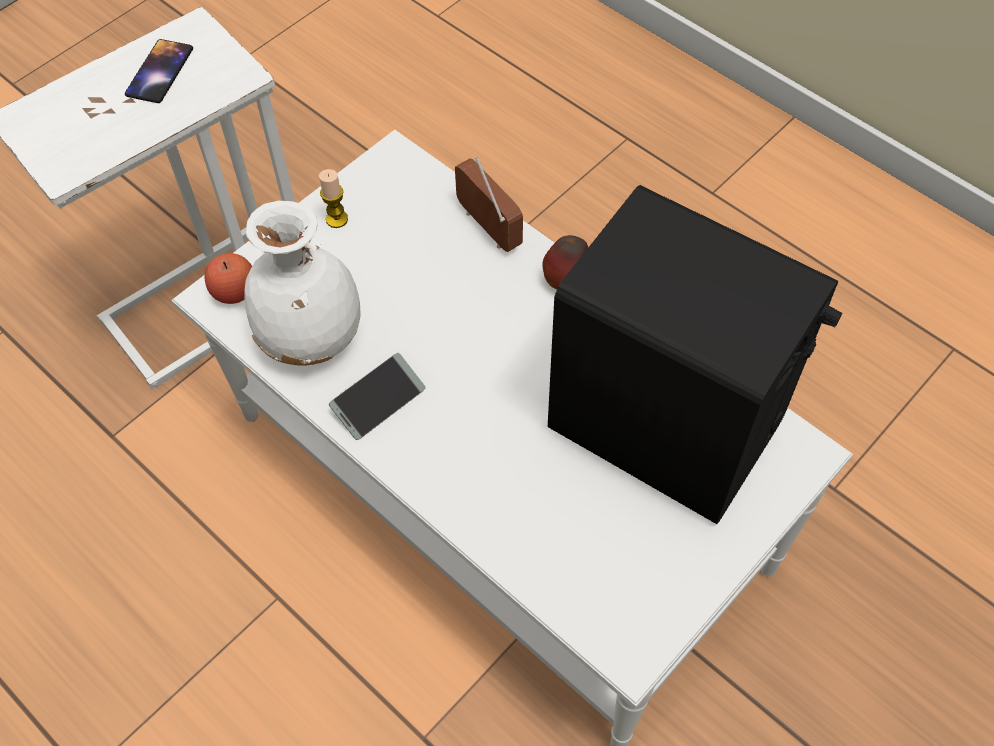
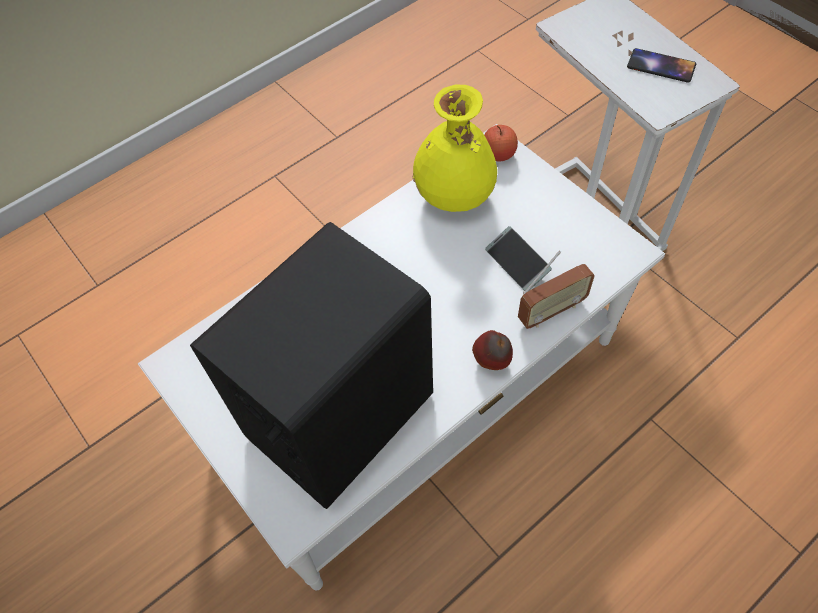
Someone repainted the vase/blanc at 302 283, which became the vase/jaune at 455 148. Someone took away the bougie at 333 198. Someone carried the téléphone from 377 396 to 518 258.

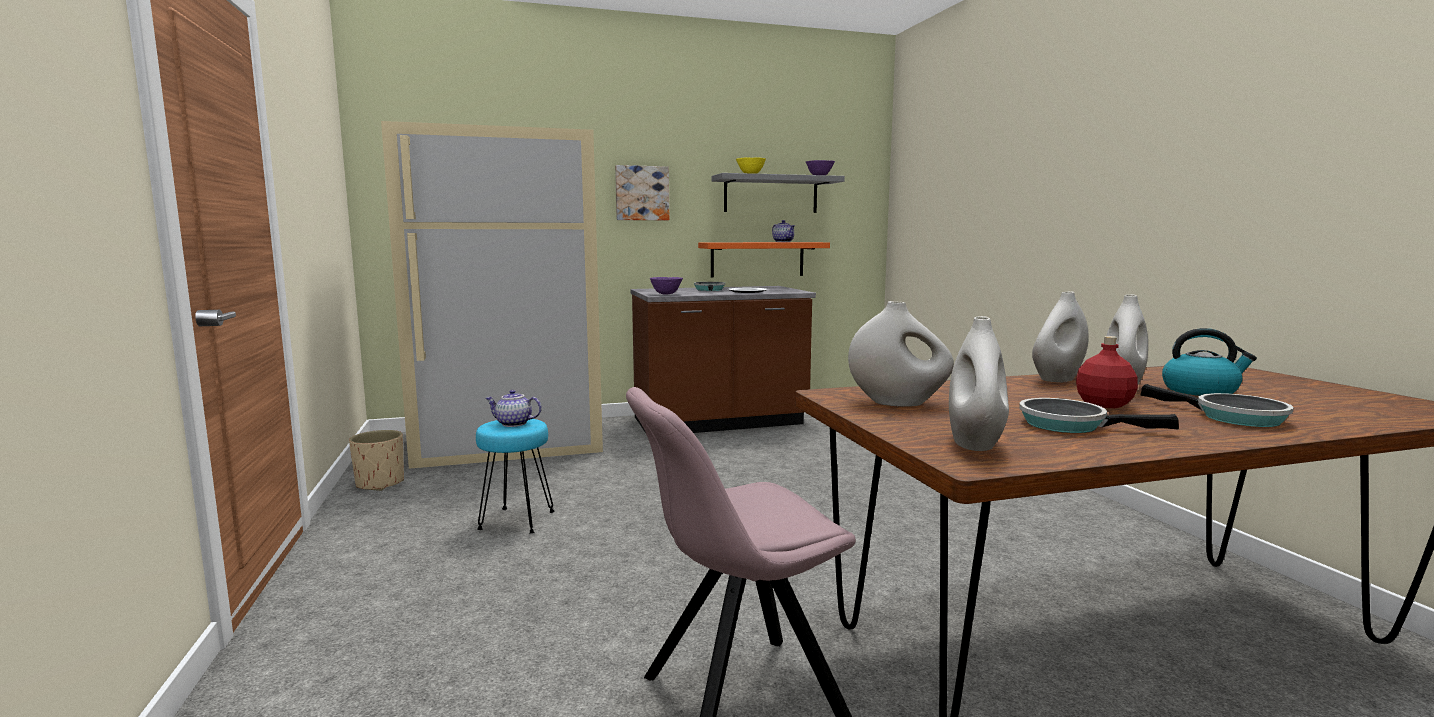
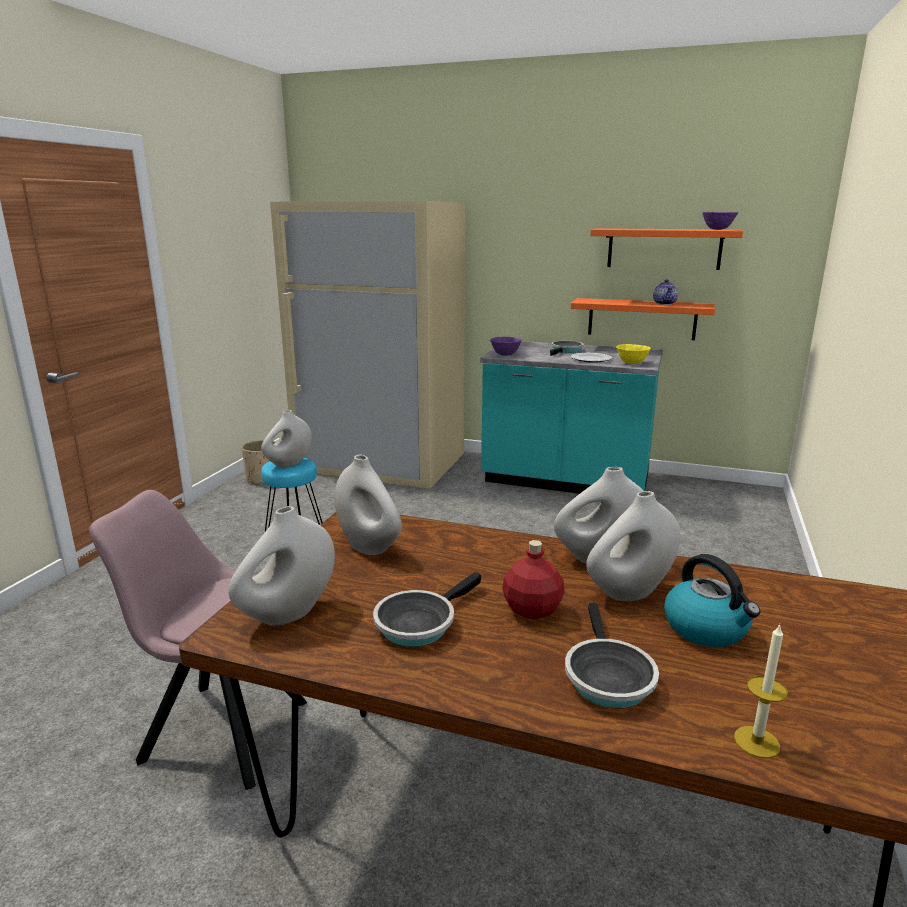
Someone swapped the théière at 513 408 for the vase/blanc at 286 438. Someone took away the tableau at 642 192. Someone repainted the comptoir de cuisine/marron at 723 359, which became the comptoir de cuisine/turquoise at 571 417. Someone repainted the étagère/gris at 778 193, which became the étagère/orange at 666 249. Someone carried the bol/jaune from 751 165 to 633 354. Someone rotated the poêle at 1099 415 by 105 degrees counterclockwise. Someone put down the bougie at 761 691.

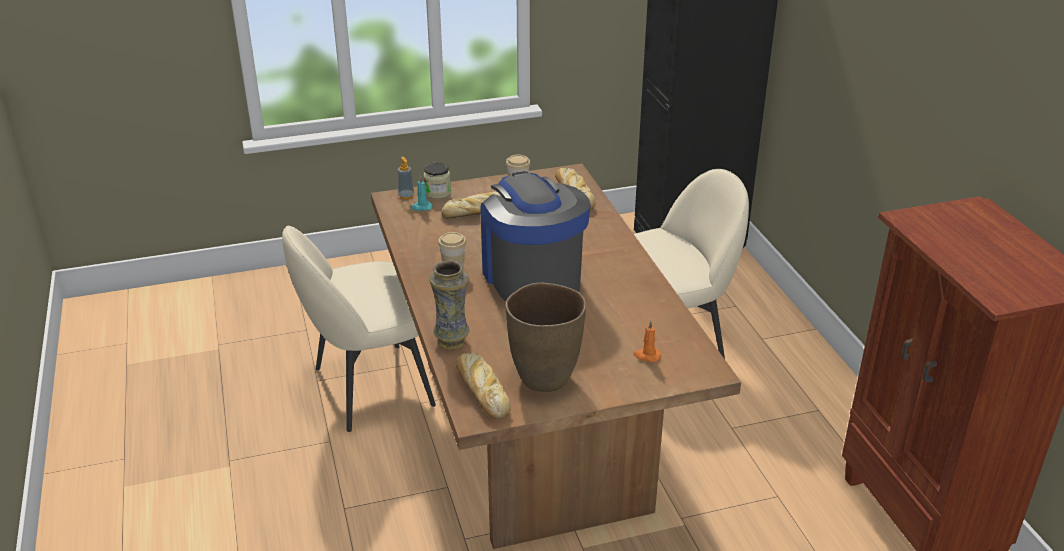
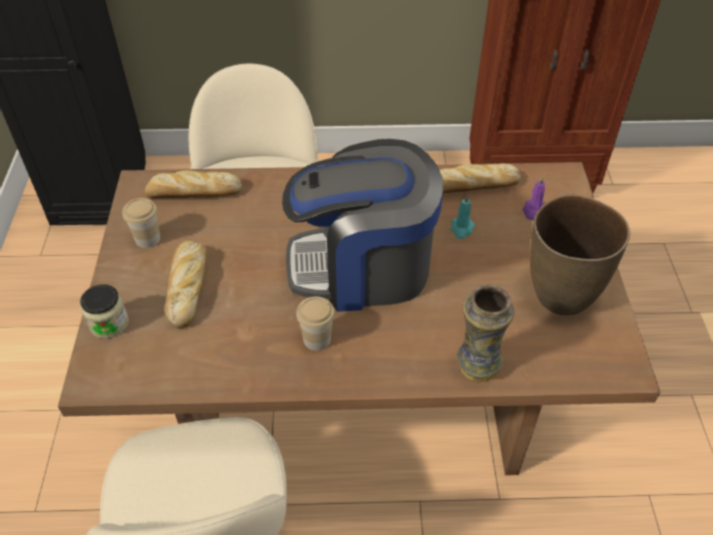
Someone took away the distributeur de savon at 405 178. Someone carried the bougie/turquoise from 422 193 to 463 217. Someone carried the pain from 483 386 to 480 178. Someone repainted the bougie/orange at 647 341, which became the bougie/violet at 534 198.

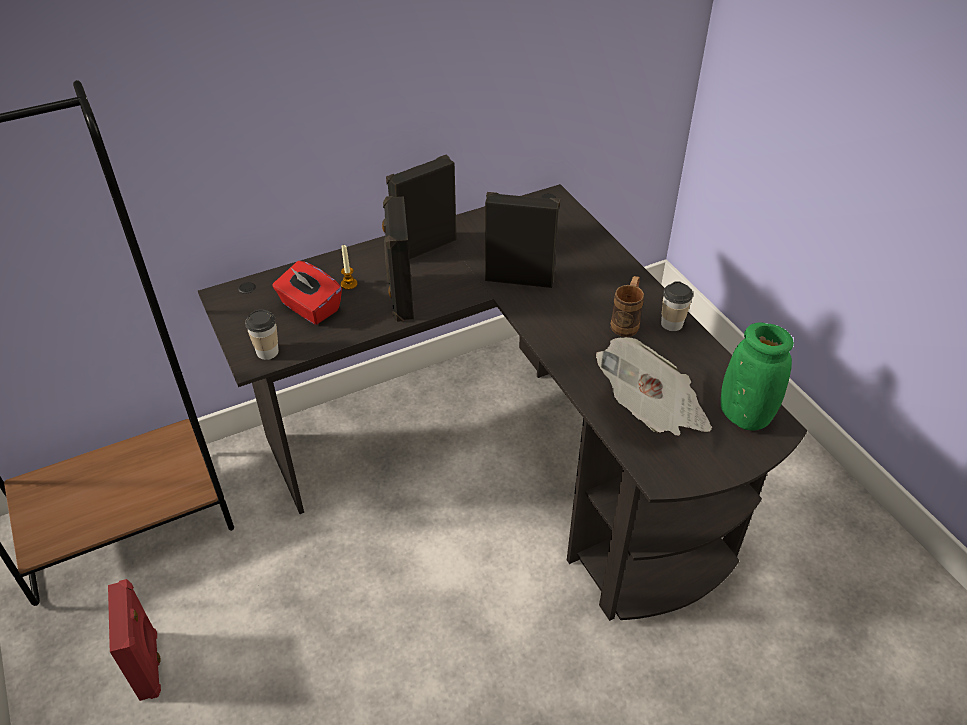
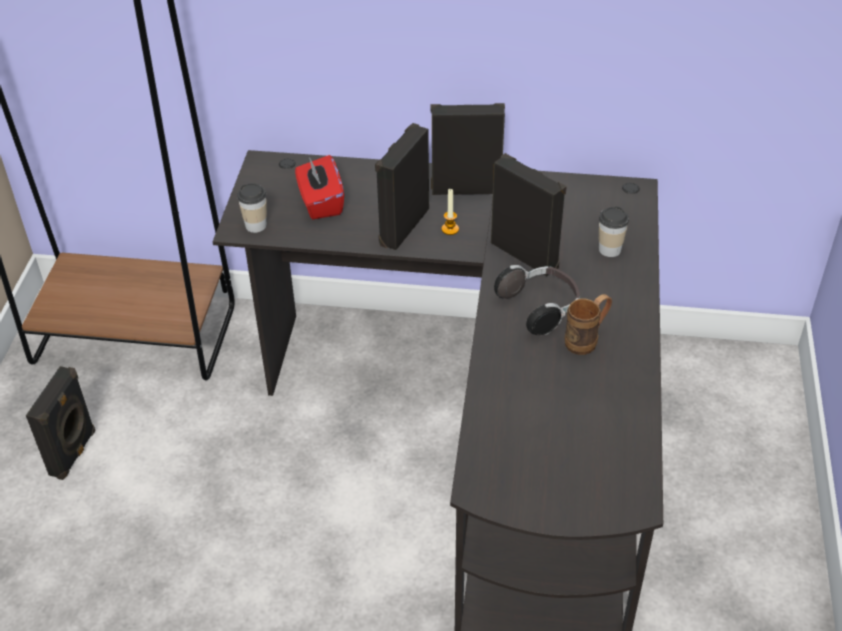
Someone repainted the enceinte/rouge at 134 640, which became the enceinte/noir at 61 423. Someone carried the bougie from 349 267 to 450 211. Someone took away the journal at 654 386. Someone carried the tasse from 677 306 to 614 231. Someone took away the vase/vert at 757 376. Someone put down the casque audio at 537 300.

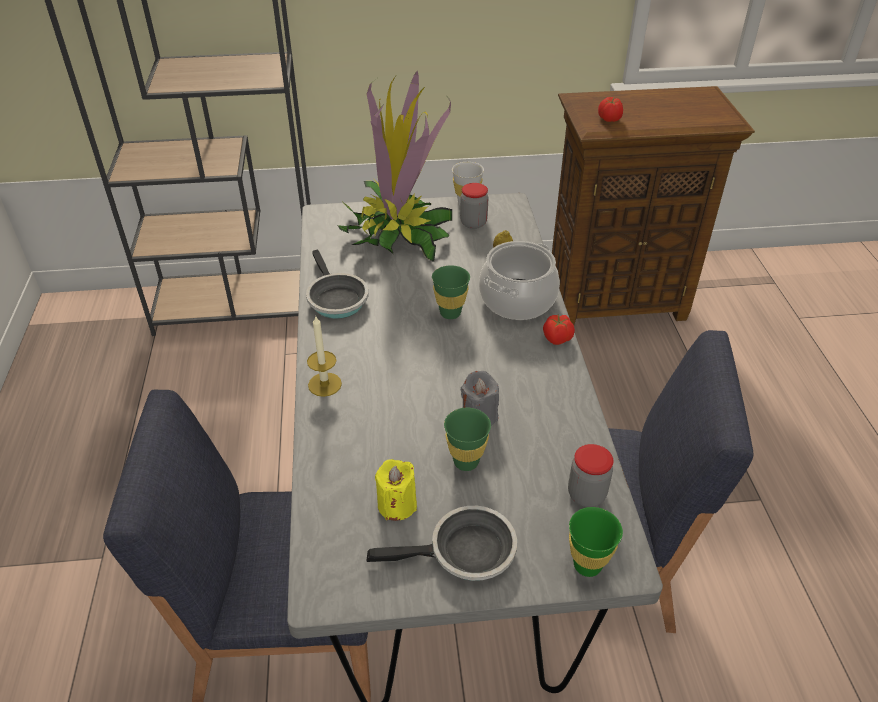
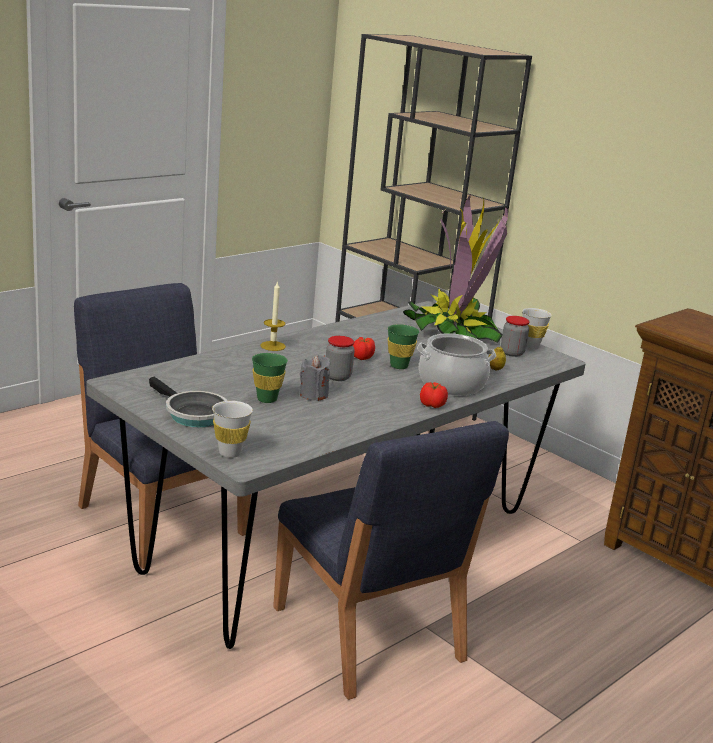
Someone took away the poêle at 337 284. Someone took away the bougie/jaune at 396 490. Someone carried the bocal from 590 475 to 340 358. Someone repainted the tasse/vert at 596 542, which became the tasse/blanc at 232 429. Someone carried the tomate from 610 109 to 363 348.

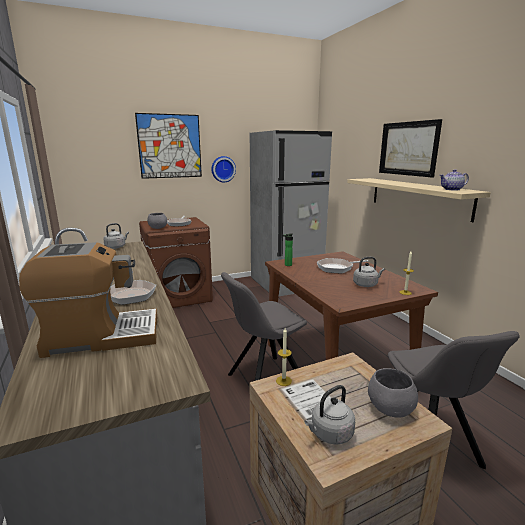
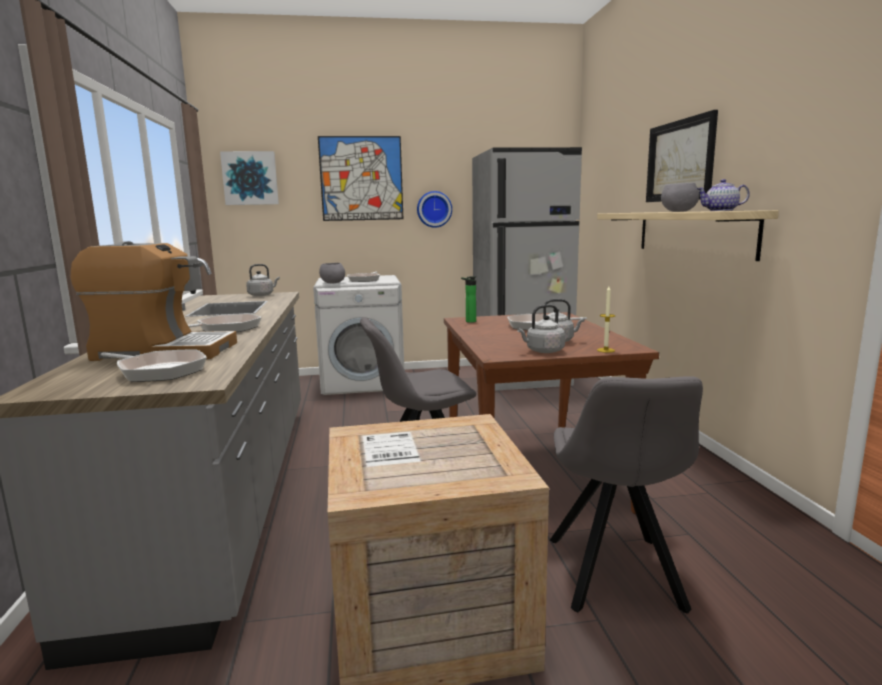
Someone repainted the lave-linge/marron at 176 262, which became the lave-linge/blanc at 358 335. Someone took away the bougie at 284 357. Someone carried the bouilloire/gris from 329 415 to 541 329. Someone carried the bol/gris from 393 393 to 680 197. Someone put down the poêle at 154 365. Someone put up the tableau at 249 178.

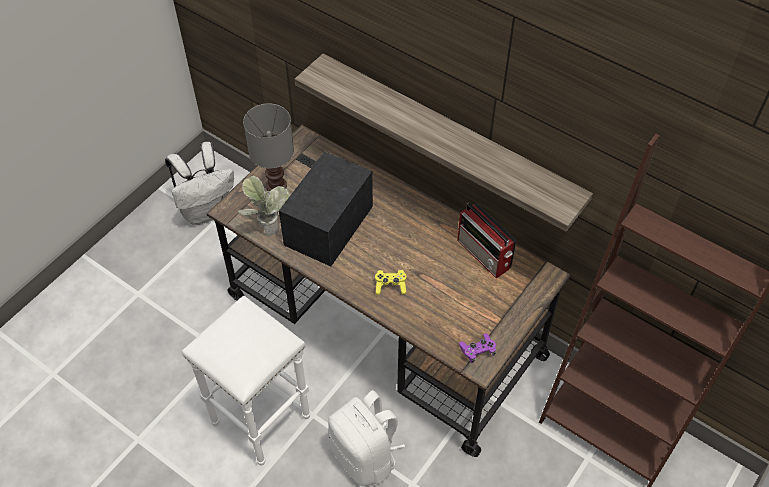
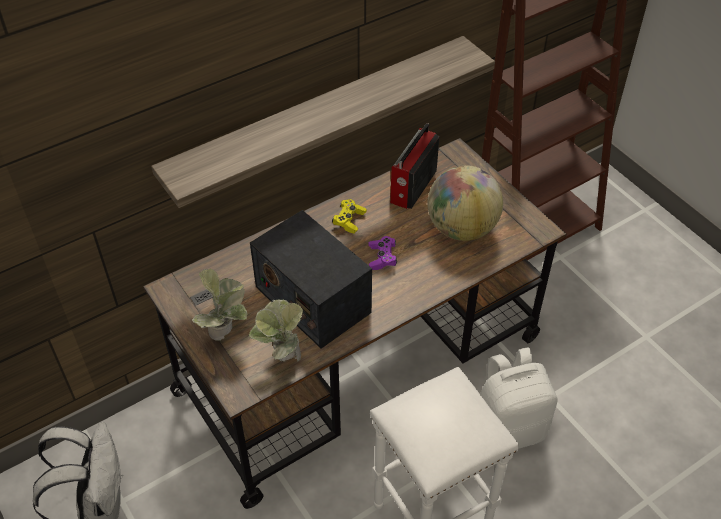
Someone swapped the lampe de table/gris at 268 147 for the plante en pot at 220 305. Someone carried the manette/jaune from 391 282 to 349 216. Someone rotated the radio at 486 240 by 135 degrees clockwise. Someone carried the manette/violet from 477 348 to 382 253. Someone put down the globe at 465 203.

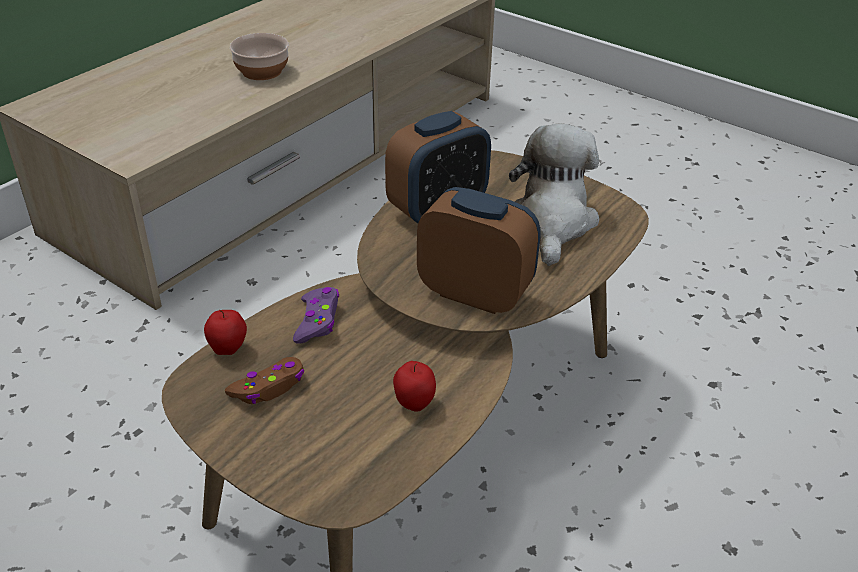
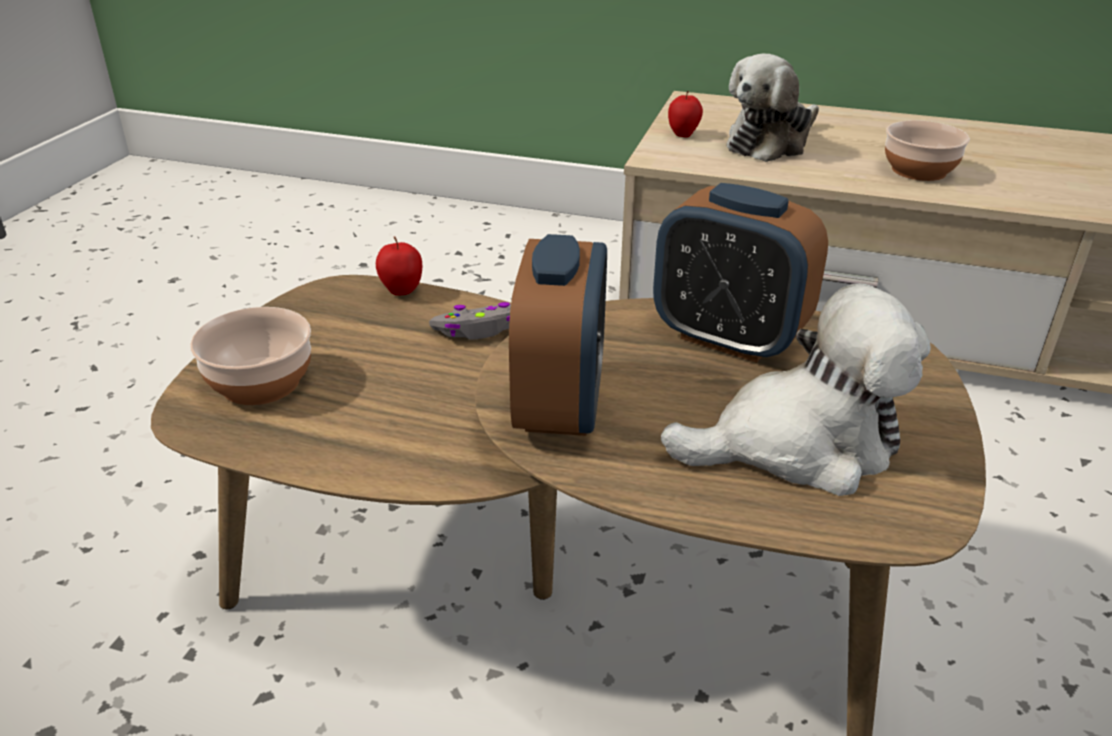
Someone took away the manette/marron at 264 380. Someone repainted the manette/violet at 316 315, which became the manette/gris at 470 321. Someone carried the pomme from 414 386 to 685 114. Someone put down the bol at 250 356. Someone put down the peluche at 772 108.

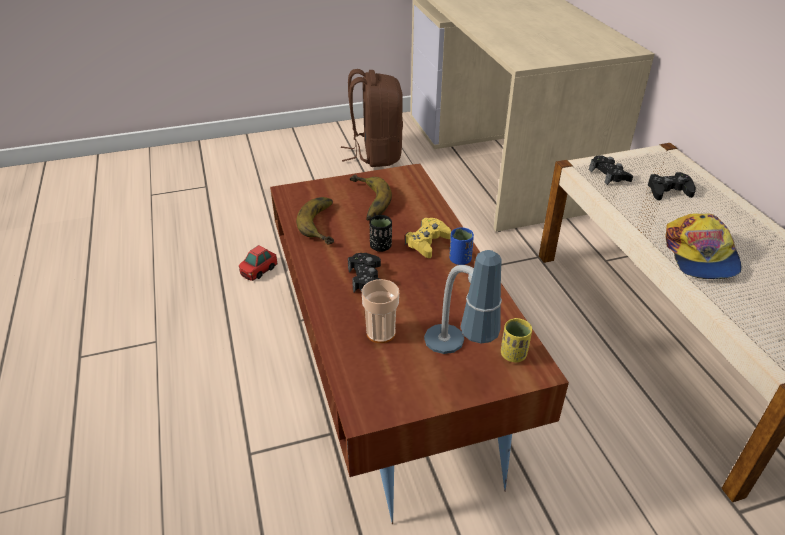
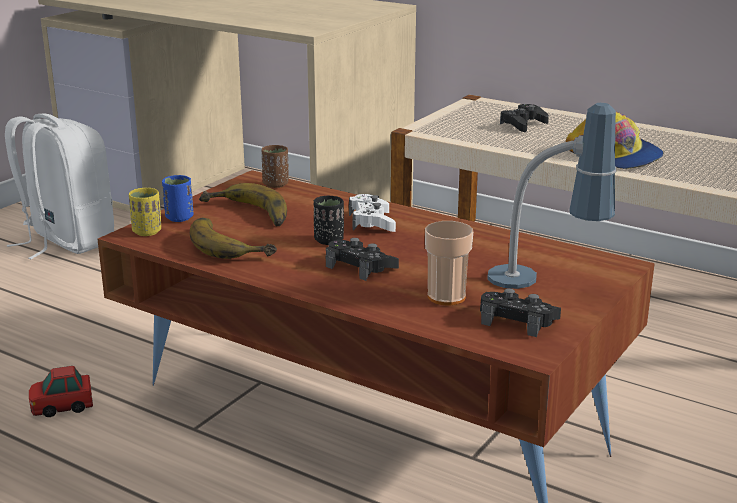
Someone rotated the petite voiture at 258 263 by 75 degrees clockwise. Someone repainted the sac à dos/marron at 372 118, which became the sac à dos/blanc at 59 186. Someone repainted the manette/jaune at 428 238, which became the manette/blanc at 372 213. Someone carried the tasse/bleu from 462 246 to 178 198. Someone carried the tasse/jaune from 516 340 to 145 212. Someone carried the manette/noir from 611 170 to 520 312. Someone put down the tasse/marron at 275 166.

